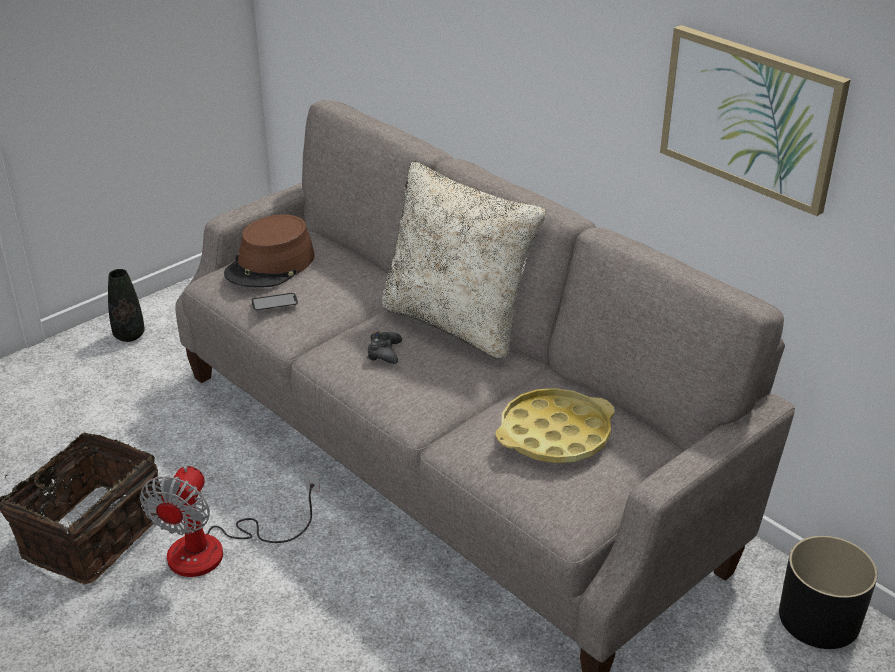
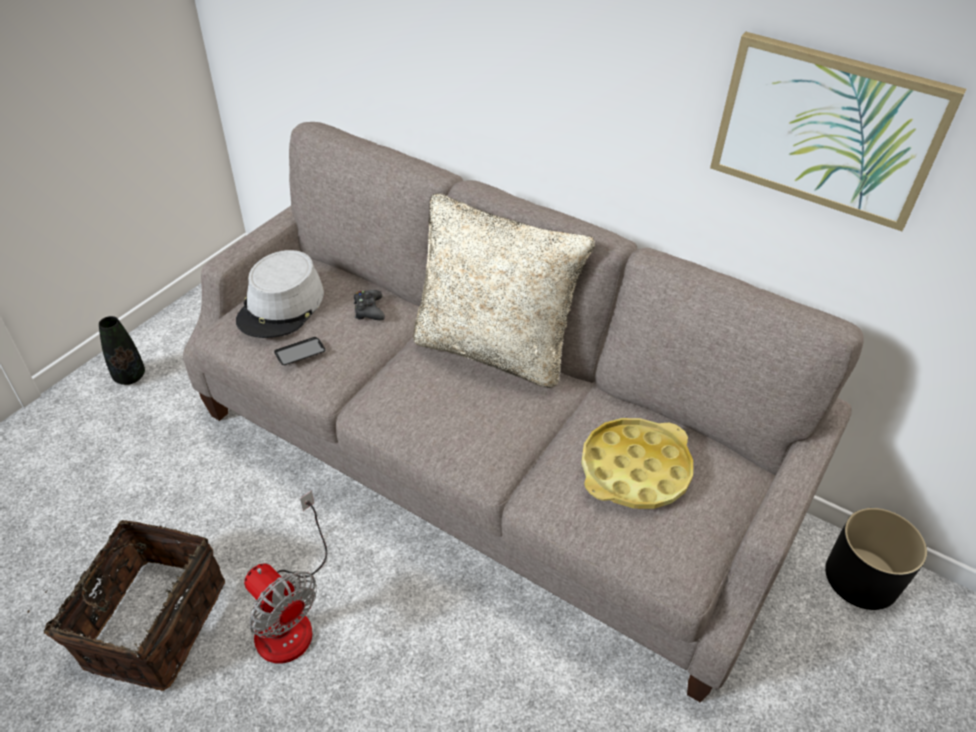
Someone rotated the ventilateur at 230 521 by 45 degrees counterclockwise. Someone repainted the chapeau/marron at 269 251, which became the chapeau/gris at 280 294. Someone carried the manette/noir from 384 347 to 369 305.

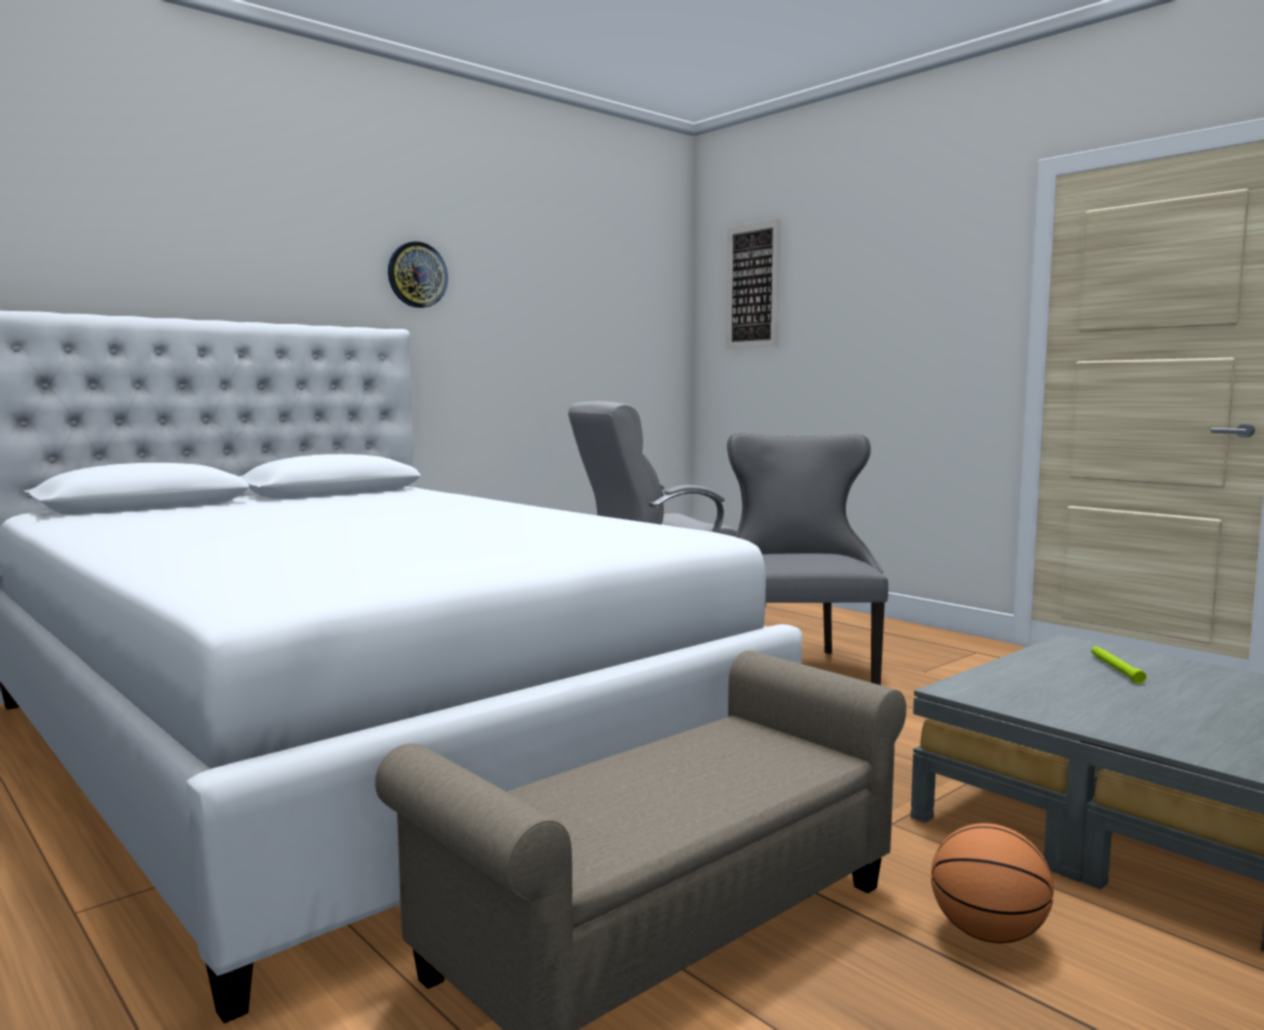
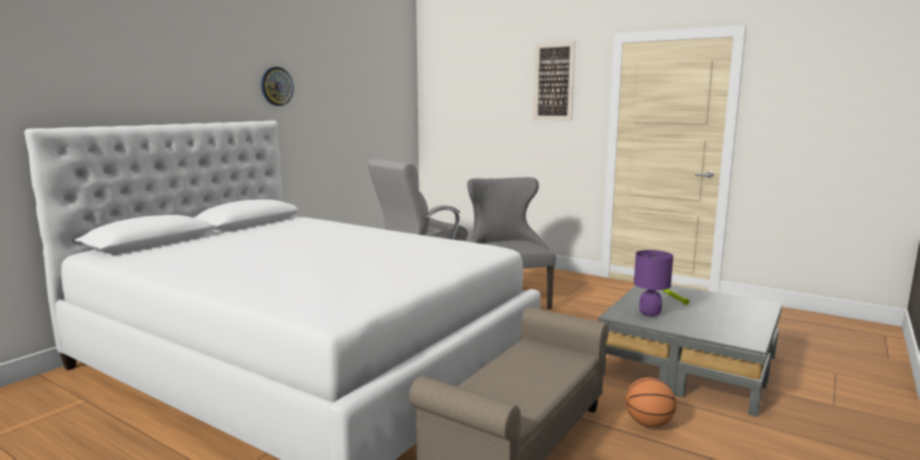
Someone carried the tableau from 753 284 to 554 81. Someone put down the lampe de table/violet at 653 283.

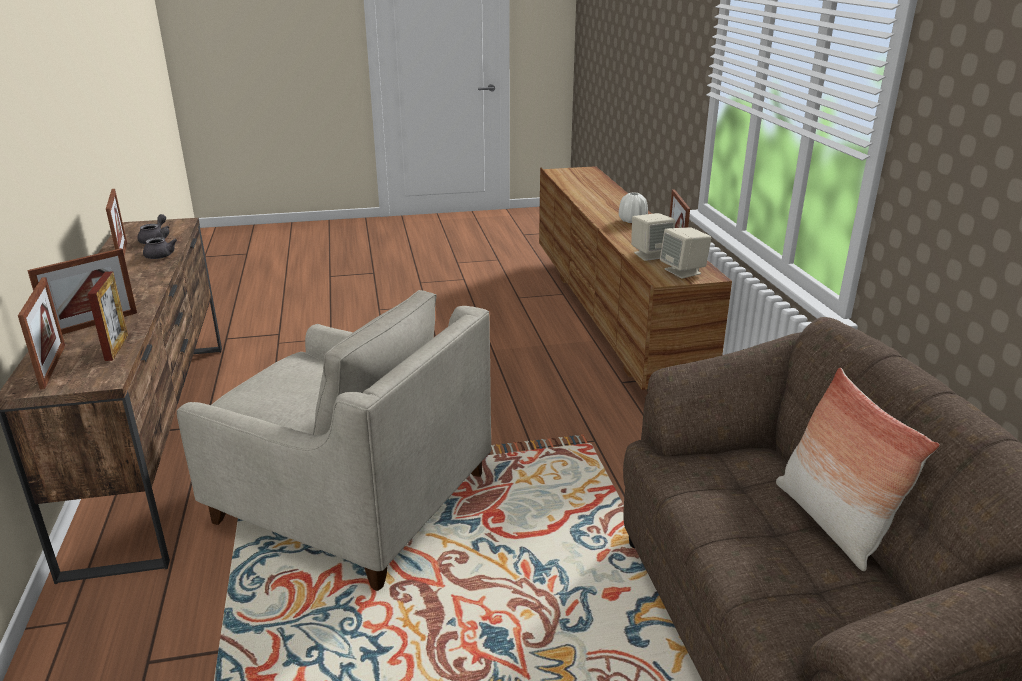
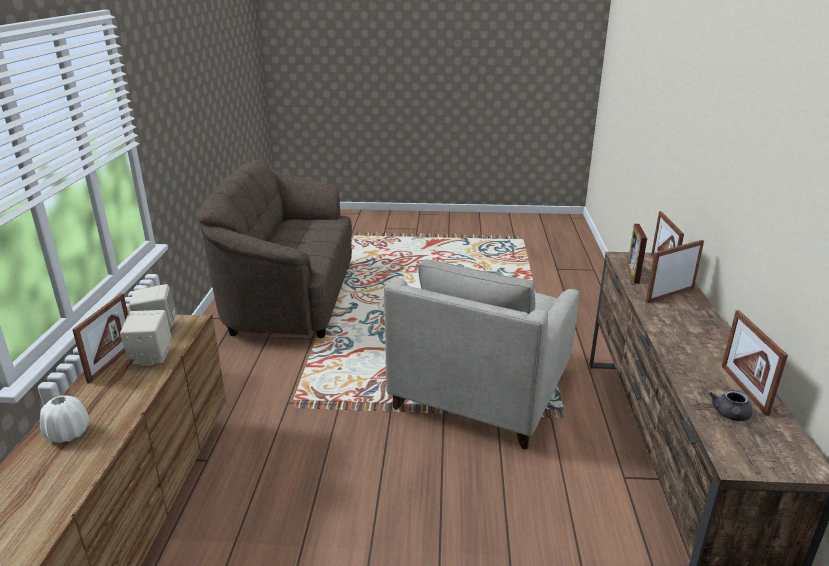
Someone took away the théière/gris at 160 243. Someone rotated the fauteuil/beige at 334 440 by 105 degrees counterclockwise. Someone took away the coussin at 858 469.

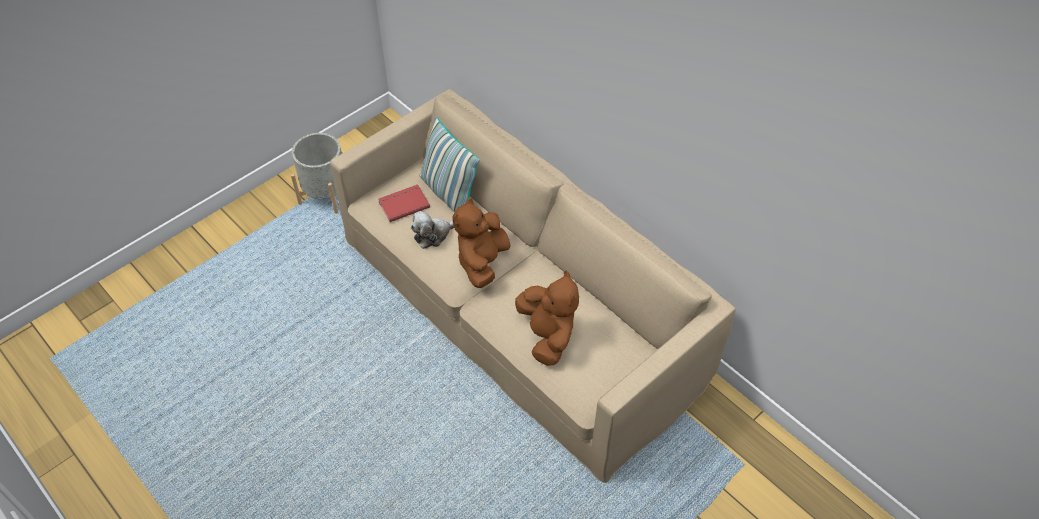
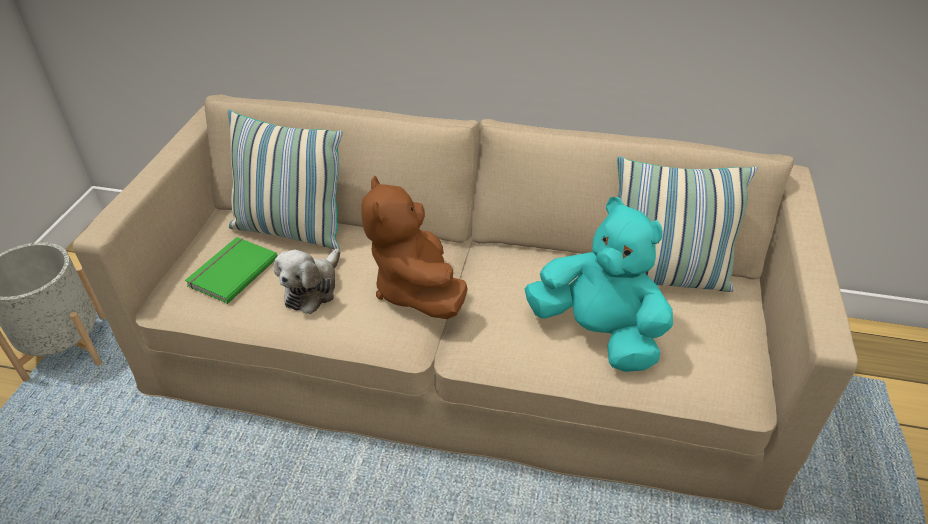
Someone repainted the livre/rouge at 404 203, which became the livre/vert at 231 270. Someone repainted the peluche/marron at 547 318, which became the peluche/turquoise at 598 284. Someone put down the coussin at 687 224.

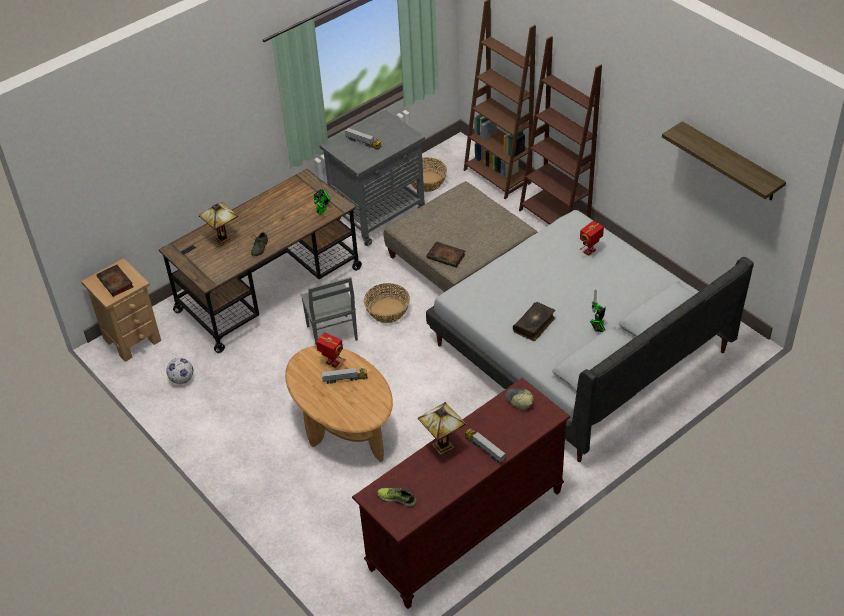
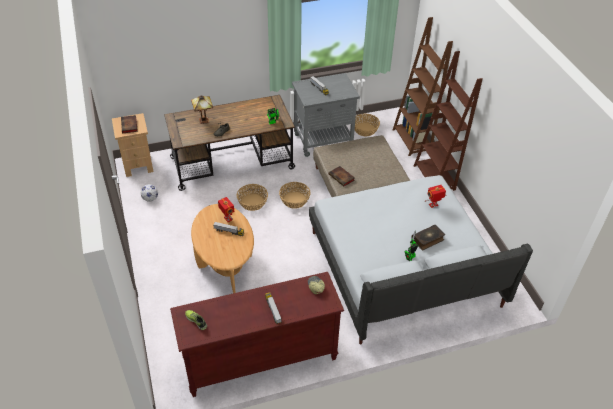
Someone swapped the chaise/gris at 329 311 for the panier at 252 197. Someone took away the lampe de table at 442 428. Someone carried the livre from 534 321 to 428 237. Someone took away the étagère at 724 161.

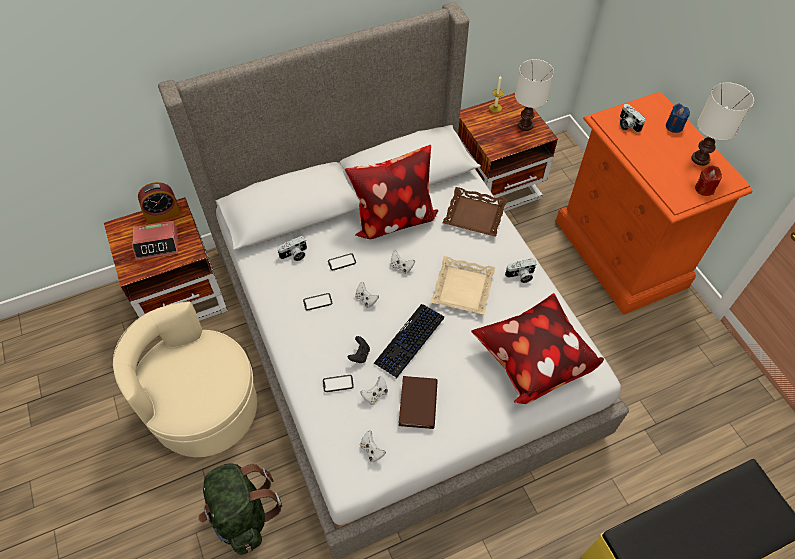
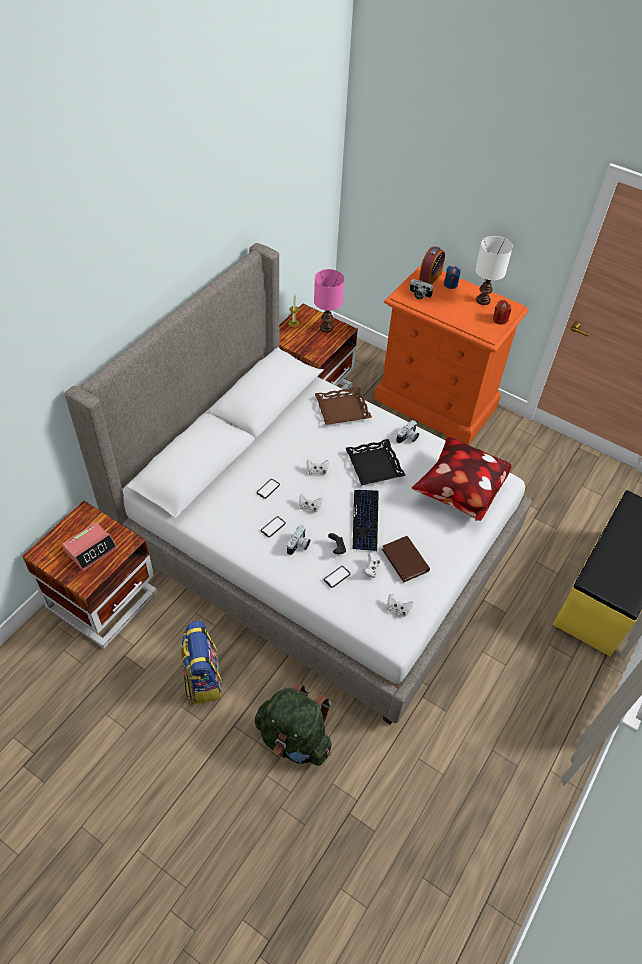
Someone swapped the fauteuil/beige at 185 379 for the sac à dos at 201 662. Someone carried the réveil from 159 203 to 432 265. Someone carried the appareil photo from 292 248 to 298 540. Someone took away the coussin at 391 192. Someone repainted the plateau/beige at 463 285, which became the plateau/noir at 376 462. Someone repainted the lampe de table/blanc at 534 95, which became the lampe de table/rose at 329 301.

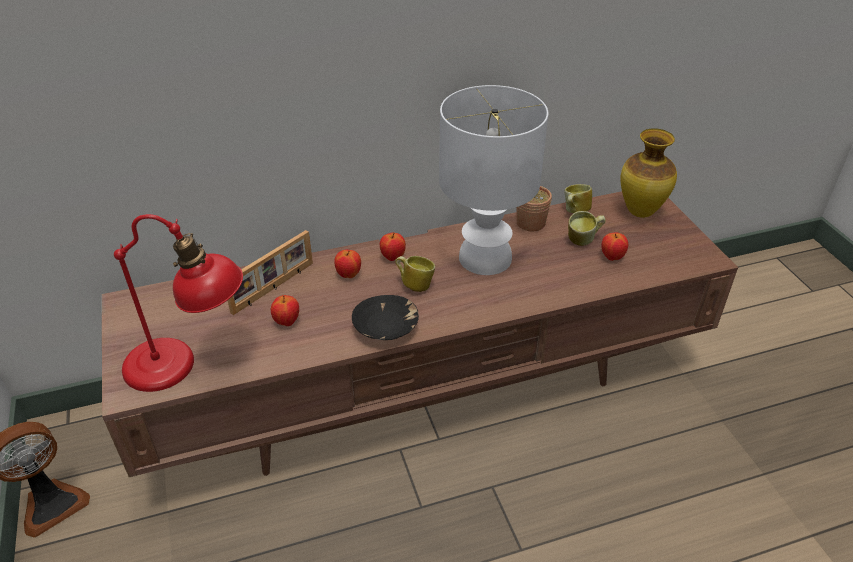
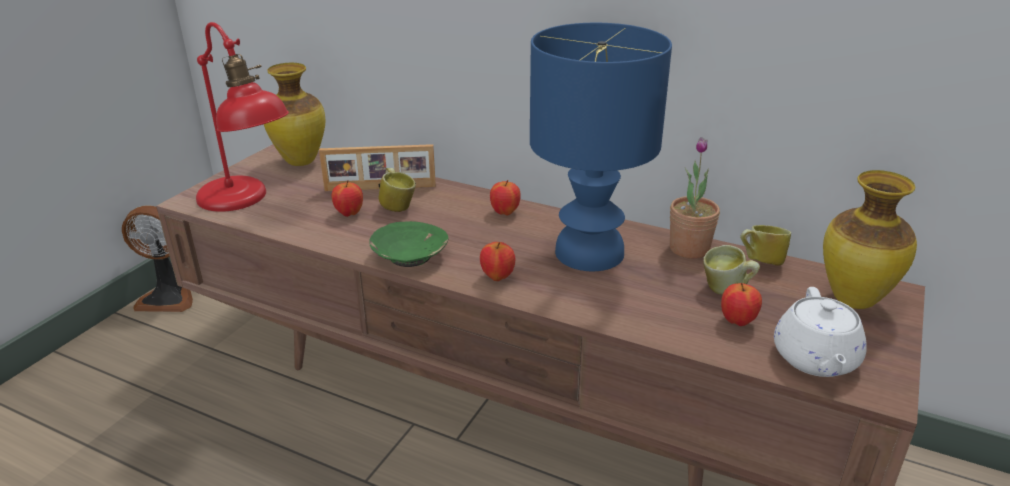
Someone carried the pomme from 347 264 to 497 261. Someone repainted the bol/noir at 385 317, which became the bol/vert at 408 244. Someone carried the mug from 415 274 to 397 190. Someone repainted the lampe de table/blanc at 493 180, which became the lampe de table/bleu at 601 147. Someone put down the vase at 294 114. Someone put down the théière/blanc at 820 332.

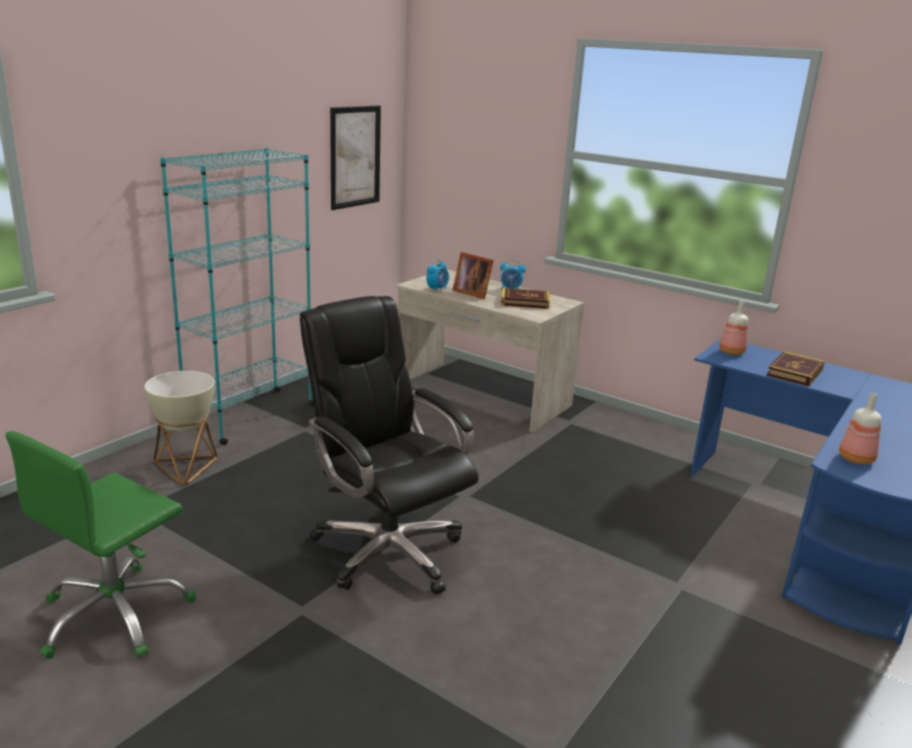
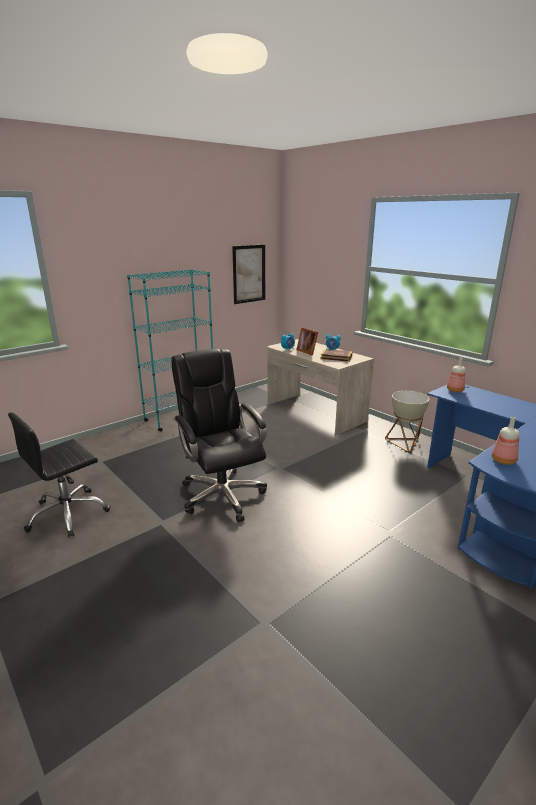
Someone repainted the chaise de bureau/vert at 100 545, which became the chaise de bureau/noir at 59 474. Someone carried the cache-pot from 180 428 to 407 422. Someone took away the livre at 796 369.

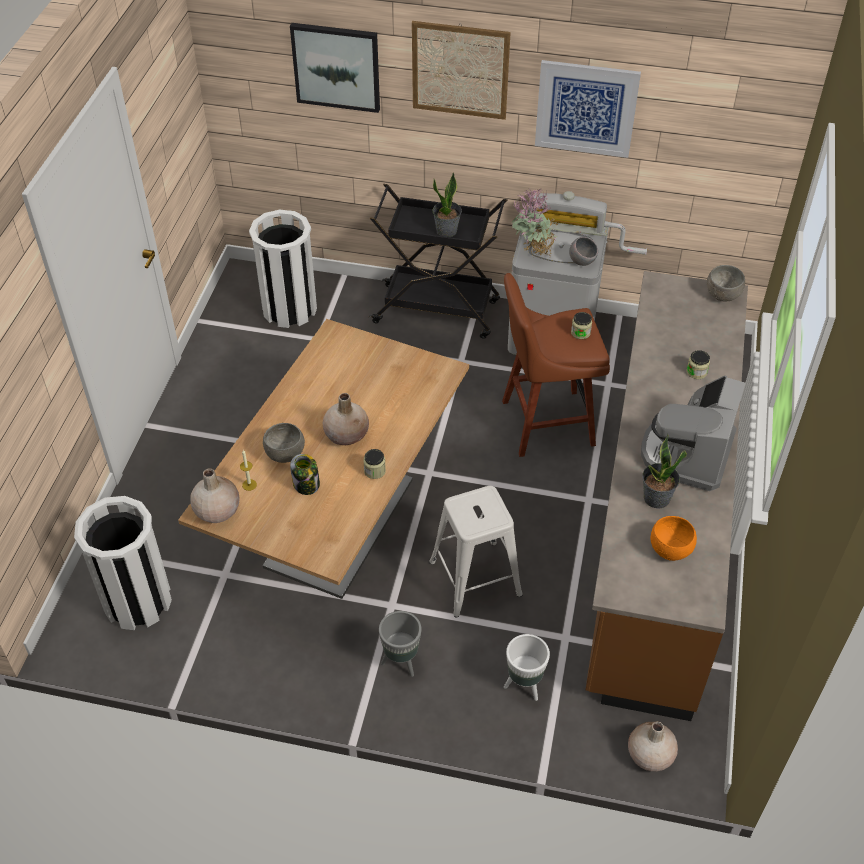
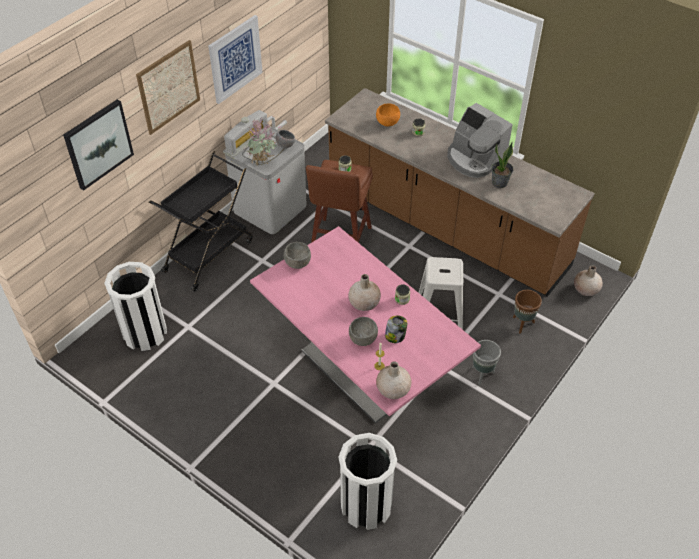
Someone repainted the table à manger/marron at 323 459, which became the table à manger/rose at 365 324. Someone took away the plante en pot at 447 204. Someone repainted the cache-pot/blanc at 527 667, which became the cache-pot/marron at 527 312. Someone carried the bol/orange from 673 538 to 388 115. Someone carried the bol/gris from 726 283 to 297 255.

